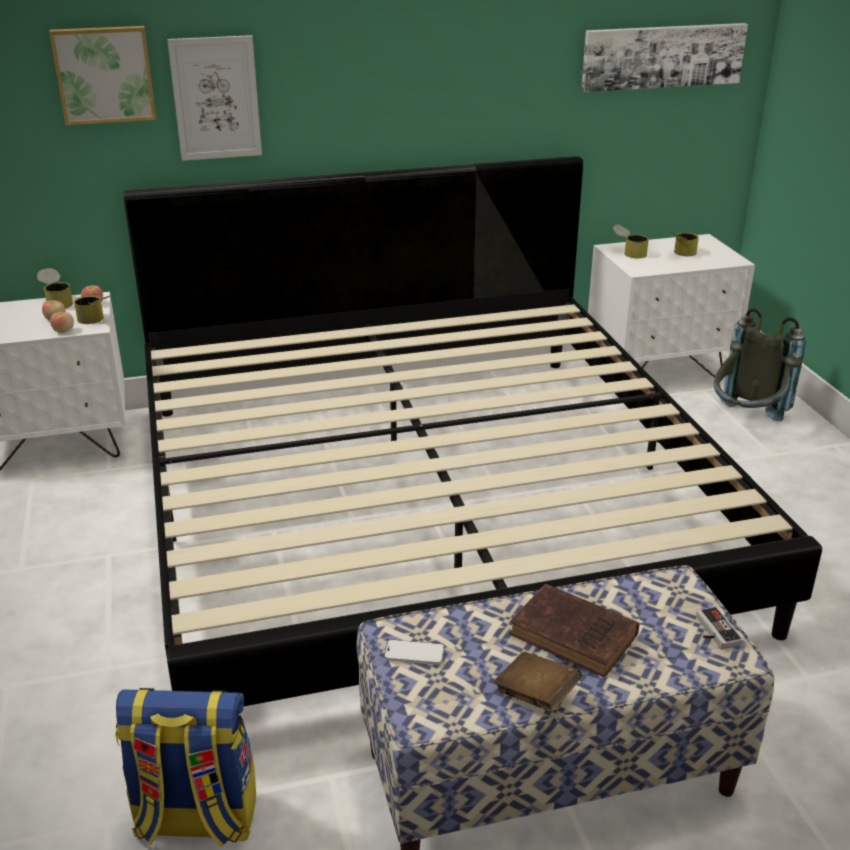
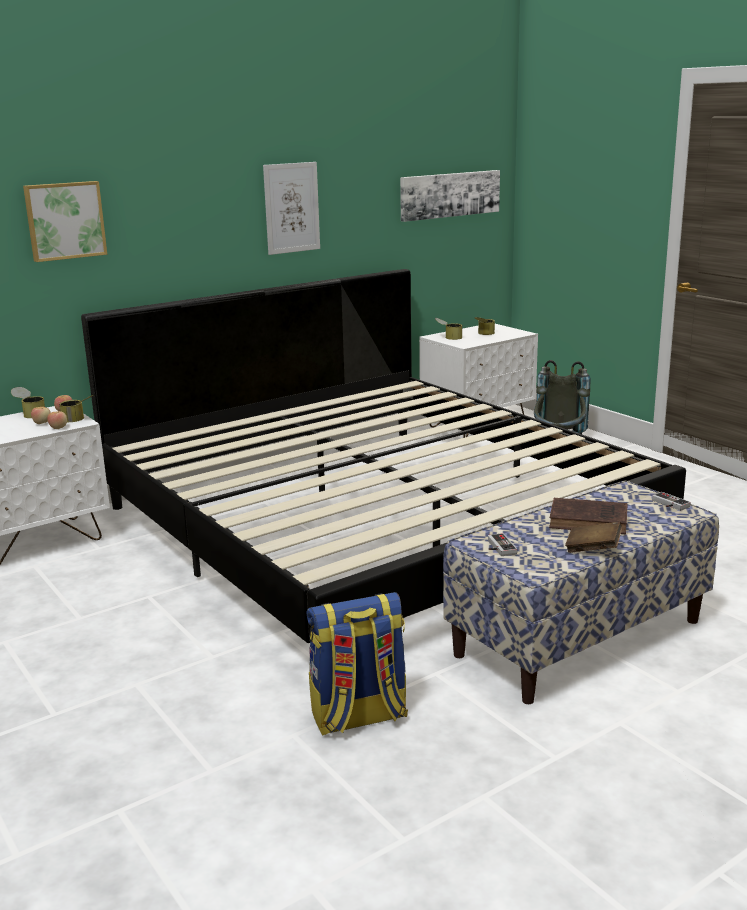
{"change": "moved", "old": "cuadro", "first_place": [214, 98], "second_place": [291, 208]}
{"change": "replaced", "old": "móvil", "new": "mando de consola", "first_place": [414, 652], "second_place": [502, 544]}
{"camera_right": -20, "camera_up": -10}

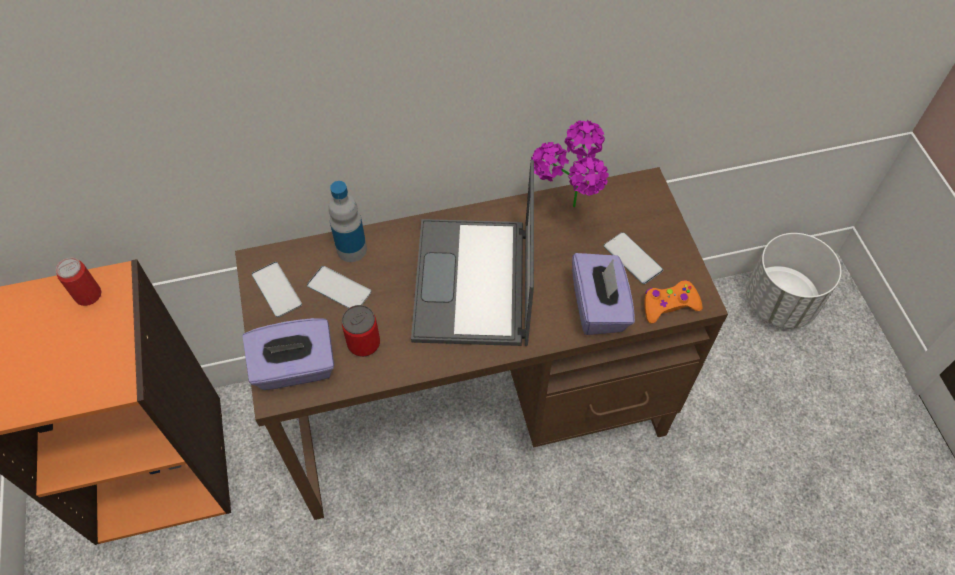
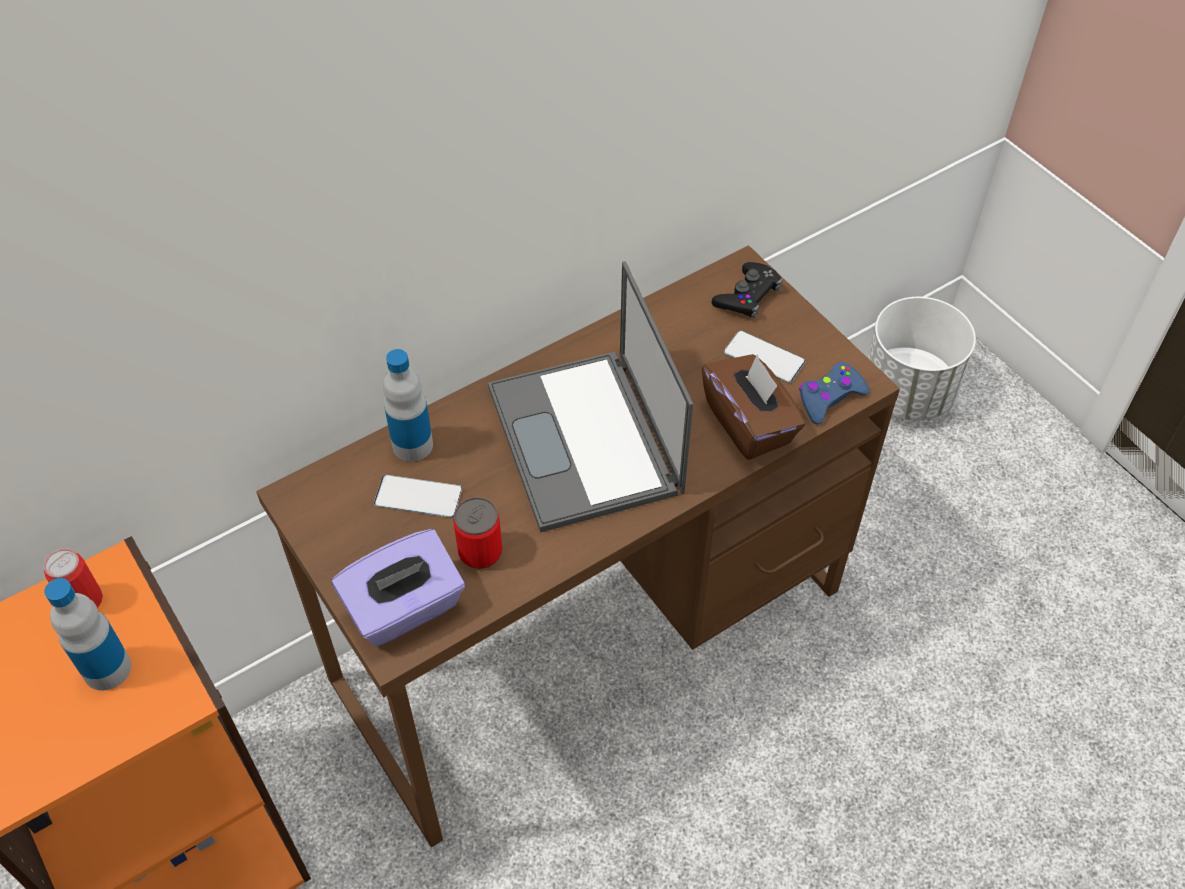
{"change": "removed", "old": "planta en maceta", "first_place": [570, 163]}
{"change": "recoloured", "old": "caja de pañuelos/morado", "new": "caja de pañuelos/marrón", "first_place": [603, 294], "second_place": [754, 407]}
{"change": "removed", "old": "móvil", "first_place": [277, 289]}
{"change": "recoloured", "old": "mando de consola/naranja", "new": "mando de consola/azul", "first_place": [674, 301], "second_place": [834, 393]}
{"change": "added", "new": "mando de consola/negro", "second_place": [747, 290]}
{"change": "added", "new": "botella", "second_place": [87, 634]}
{"camera_right": -20, "camera_up": -5}

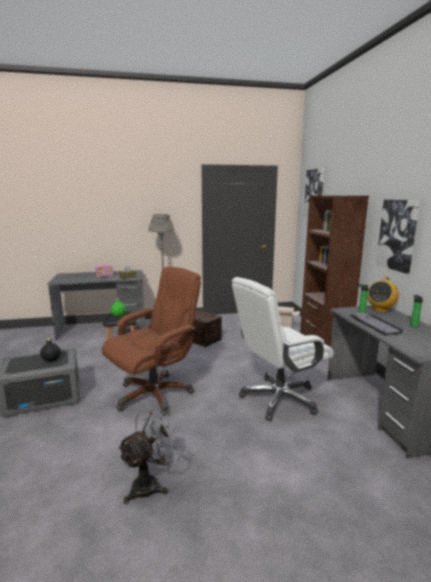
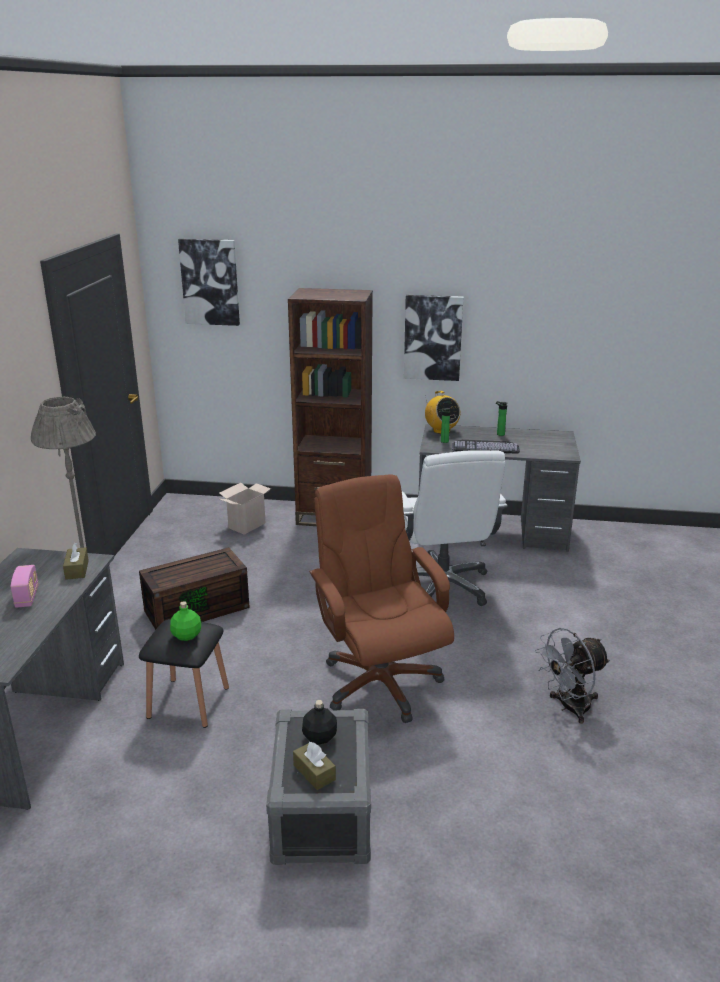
{"change": "turned", "old": "ventilador/gris", "first_place": [150, 454], "second_place": [572, 676], "degrees": -90}
{"change": "added", "new": "caja de pañuelos/marrón", "second_place": [314, 766]}
{"camera_right": -70, "camera_up": 10}

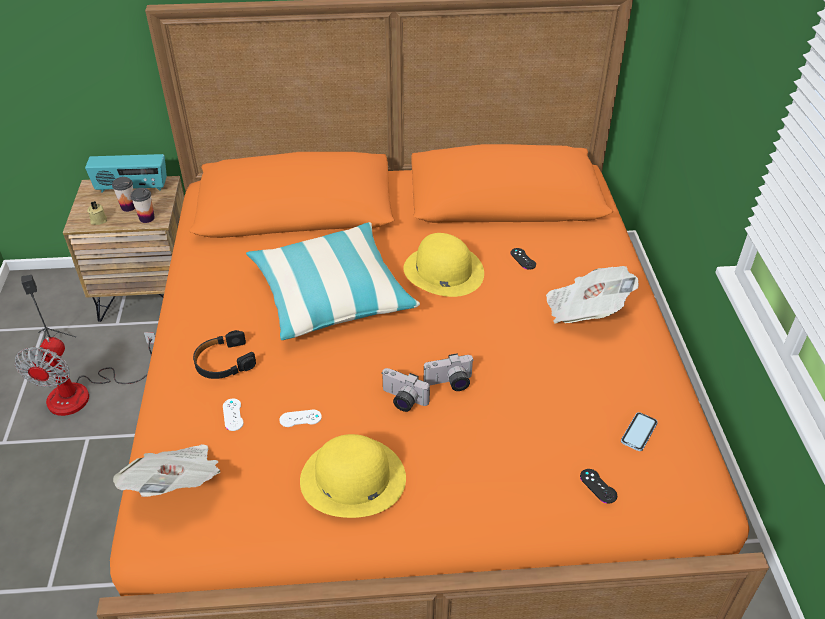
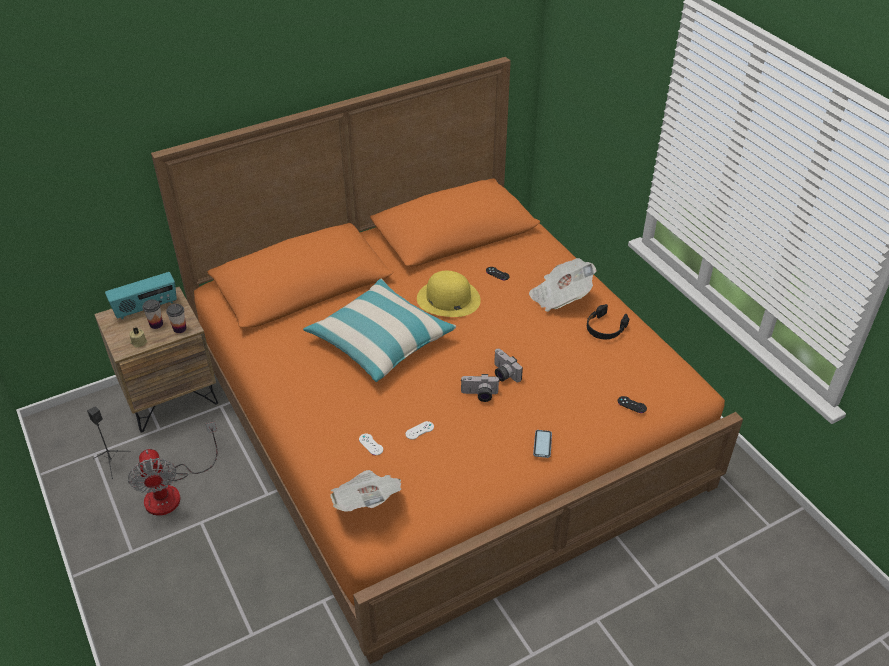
{"change": "moved", "old": "auriculares/negro", "first_place": [224, 354], "second_place": [608, 321]}
{"change": "turned", "old": "cámara", "first_place": [449, 372], "second_place": [508, 365], "degrees": 90}
{"change": "moved", "old": "móvil", "first_place": [639, 431], "second_place": [542, 444]}
{"change": "removed", "old": "sombrero/amarillo", "first_place": [353, 476]}
{"camera_right": -25, "camera_up": 0}

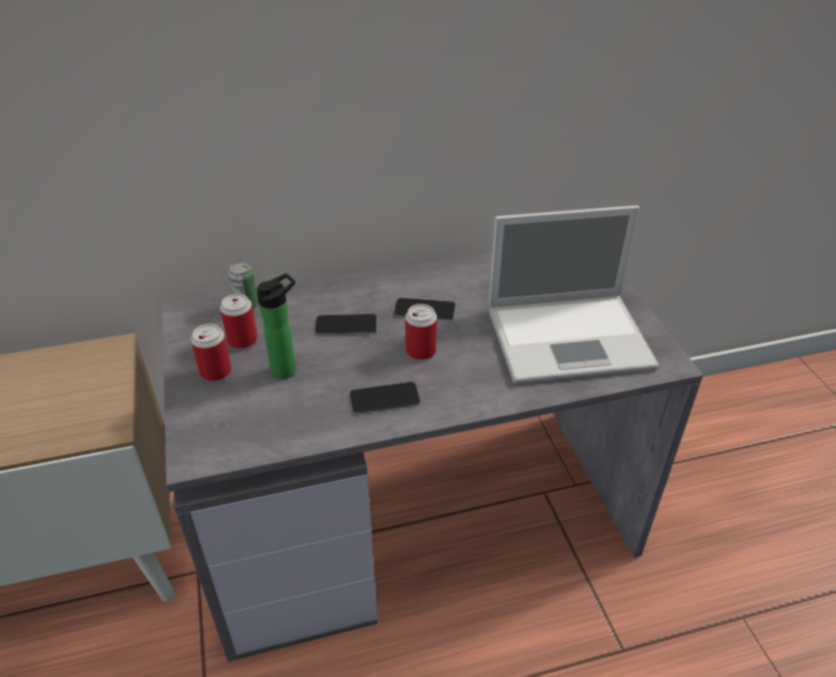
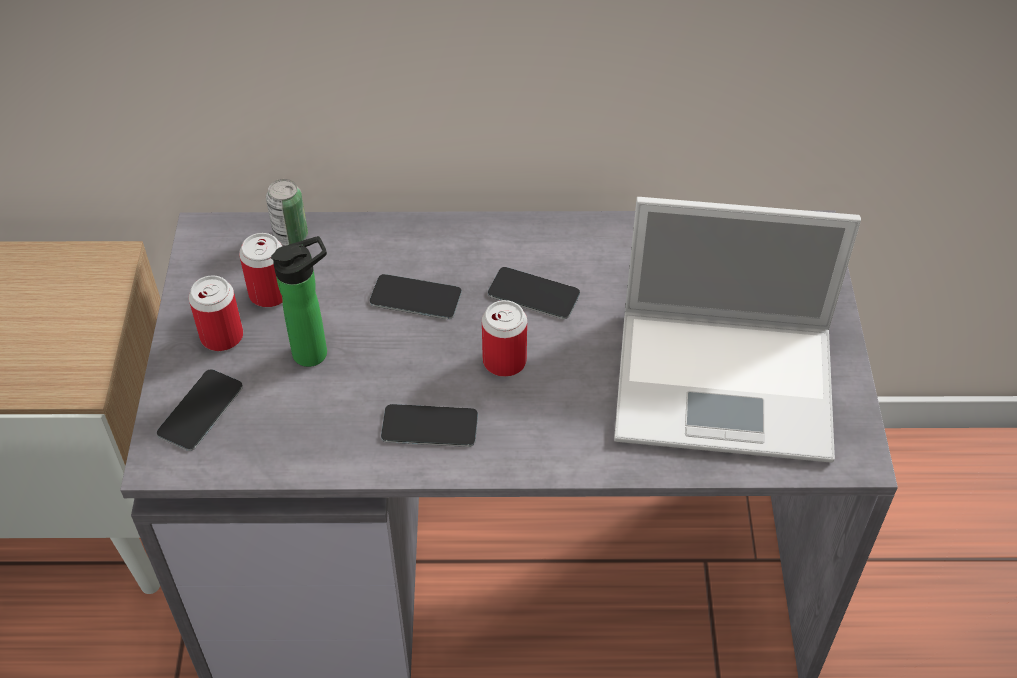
{"change": "added", "new": "móvil", "second_place": [200, 410]}
{"camera_right": 15, "camera_up": 10}

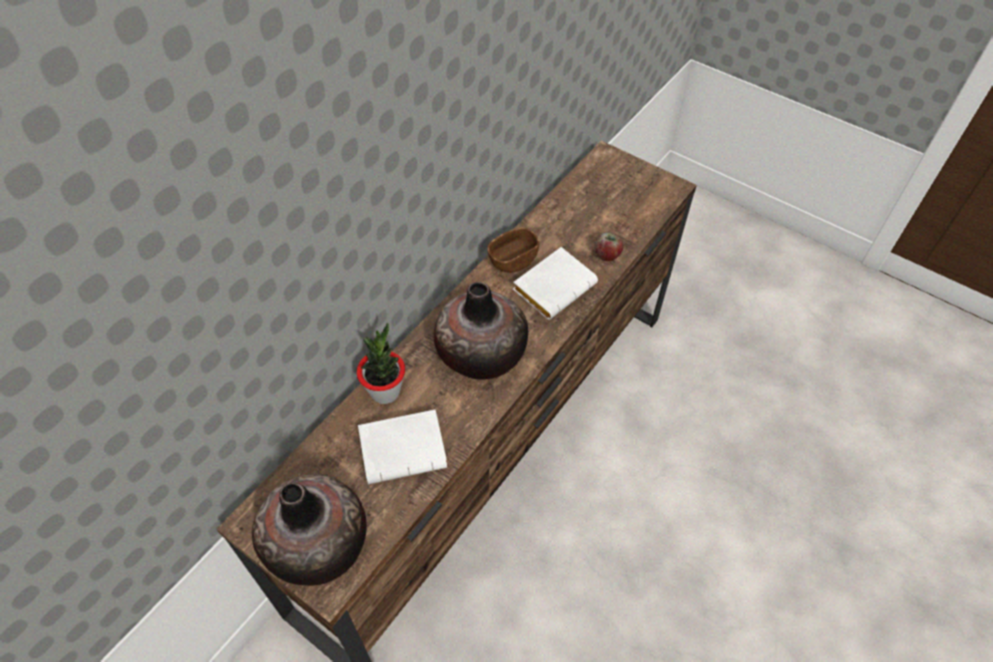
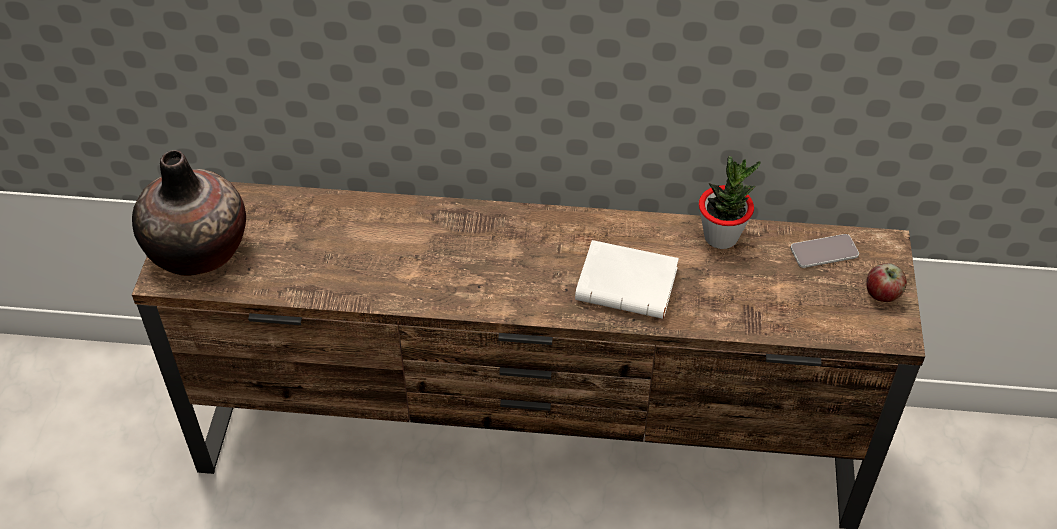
{"change": "removed", "old": "cuenco/marrón", "first_place": [513, 250]}
{"change": "moved", "old": "manzana", "first_place": [609, 246], "second_place": [886, 282]}
{"change": "removed", "old": "florero", "first_place": [481, 331]}
{"change": "moved", "old": "planta en maceta", "first_place": [381, 363], "second_place": [730, 202]}
{"change": "removed", "old": "libro/blanco", "first_place": [403, 446]}
{"change": "added", "new": "móvil", "second_place": [824, 251]}
{"camera_right": 60, "camera_up": -5}

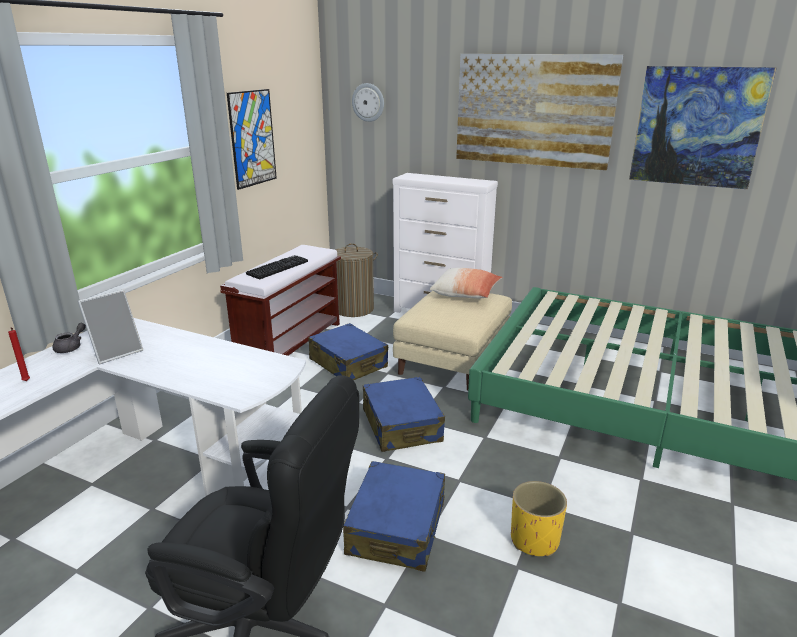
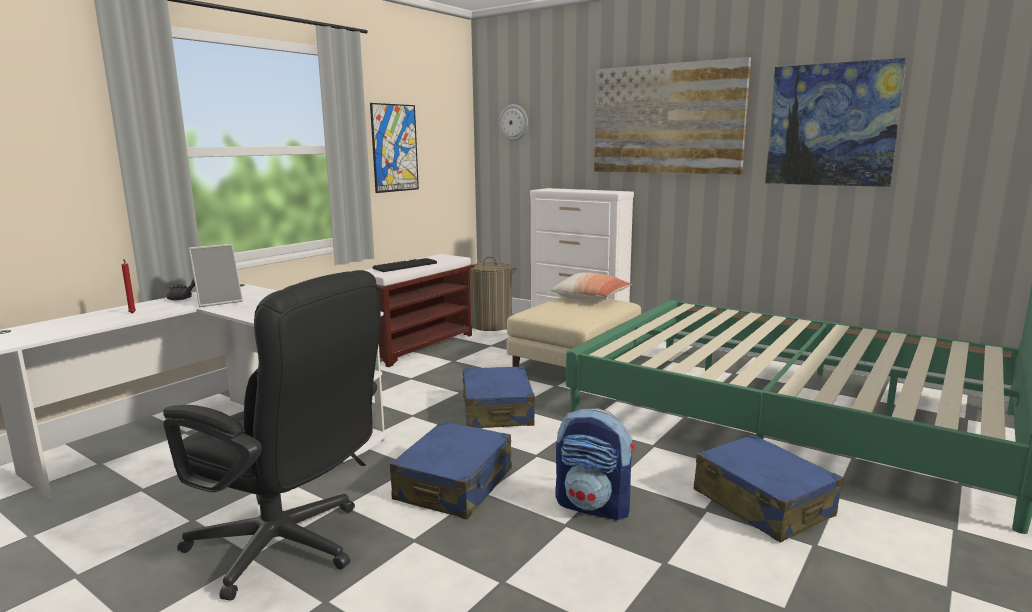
{"change": "moved", "old": "maleta/azul", "first_place": [348, 351], "second_place": [768, 488]}
{"change": "replaced", "old": "maceta/amarillo", "new": "mochila", "first_place": [539, 518], "second_place": [595, 464]}
{"camera_right": 10, "camera_up": -10}

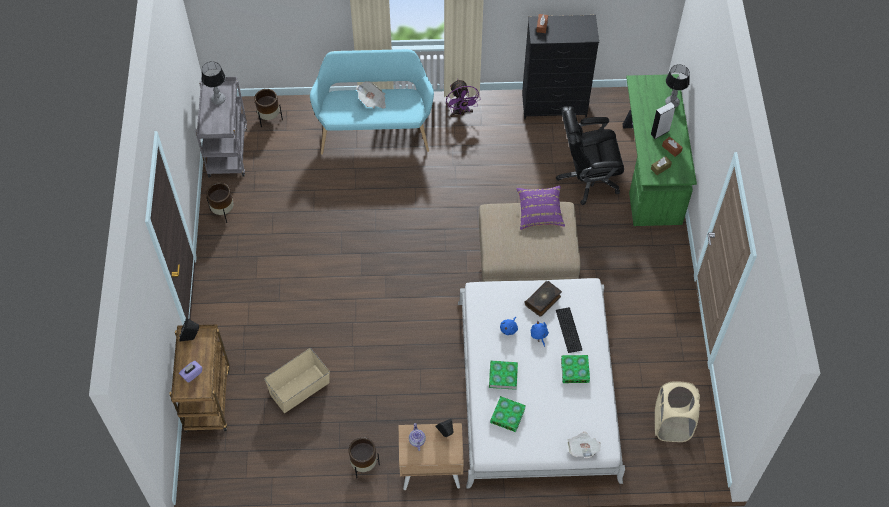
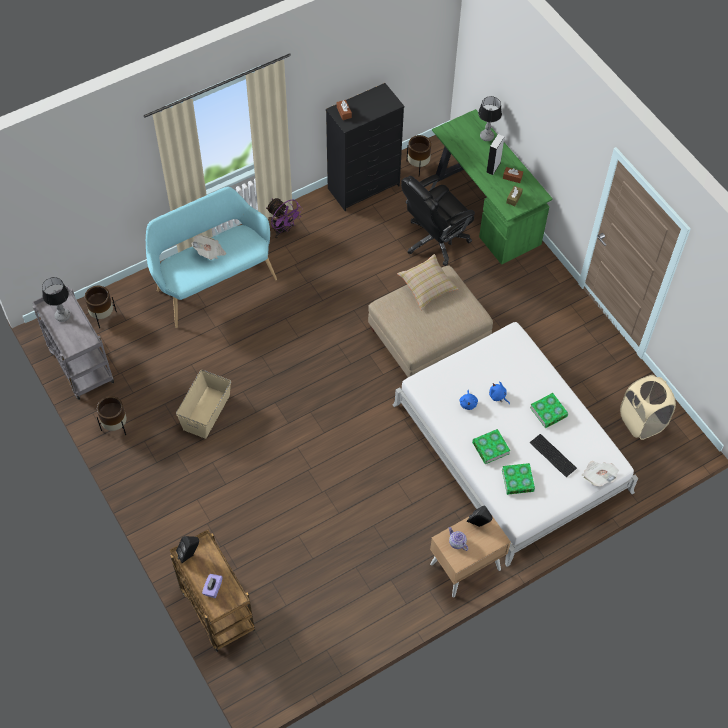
{"change": "recoloured", "old": "cojín/morado", "new": "cojín/beis", "first_place": [540, 208], "second_place": [427, 282]}
{"change": "removed", "old": "libro", "first_place": [543, 299]}
{"change": "moved", "old": "teclado", "first_place": [569, 330], "second_place": [553, 455]}
{"change": "moved", "old": "caja de almacenaje/beis", "first_place": [297, 380], "second_place": [203, 404]}
{"change": "moved", "old": "maceta/marrón", "first_place": [364, 457], "second_place": [419, 156]}
{"camera_right": -30, "camera_up": 0}

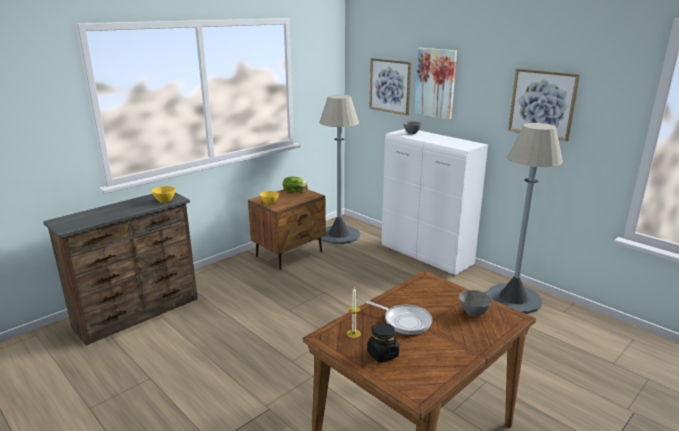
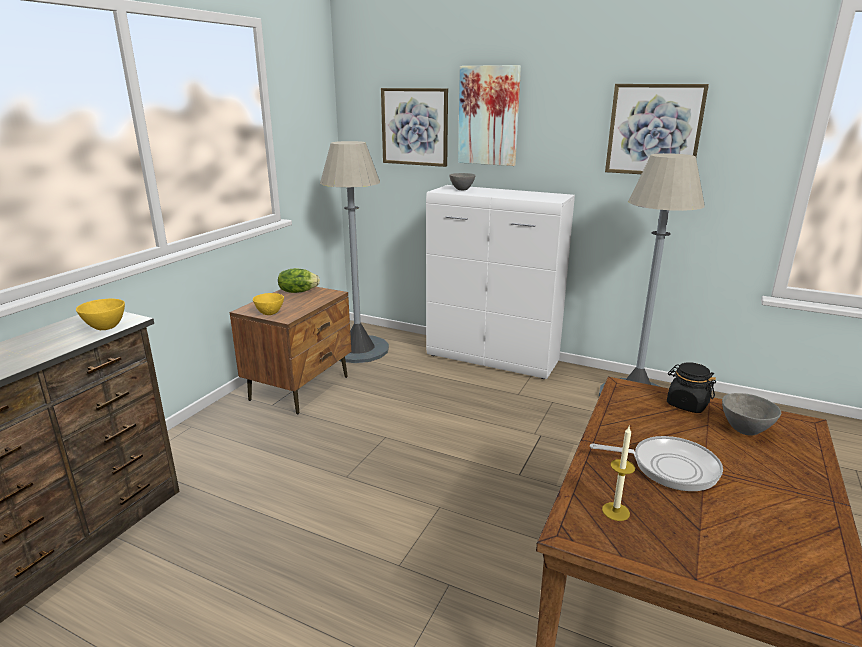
{"change": "moved", "old": "tarro/negro", "first_place": [383, 343], "second_place": [691, 387]}
{"camera_right": -20, "camera_up": 0}

